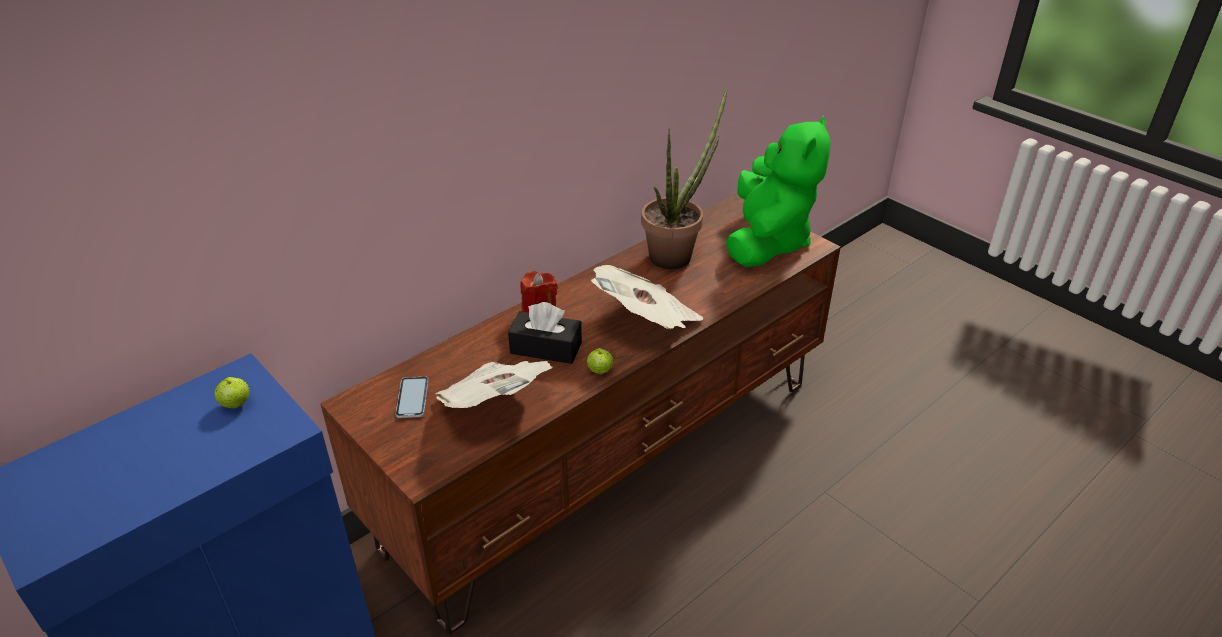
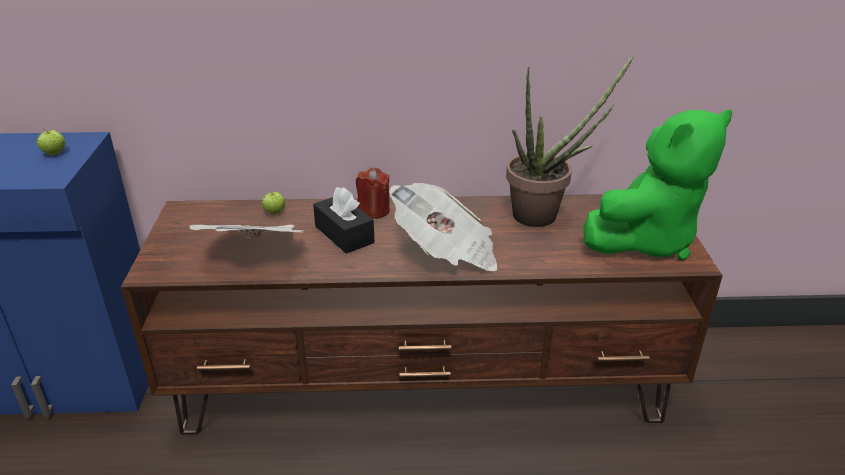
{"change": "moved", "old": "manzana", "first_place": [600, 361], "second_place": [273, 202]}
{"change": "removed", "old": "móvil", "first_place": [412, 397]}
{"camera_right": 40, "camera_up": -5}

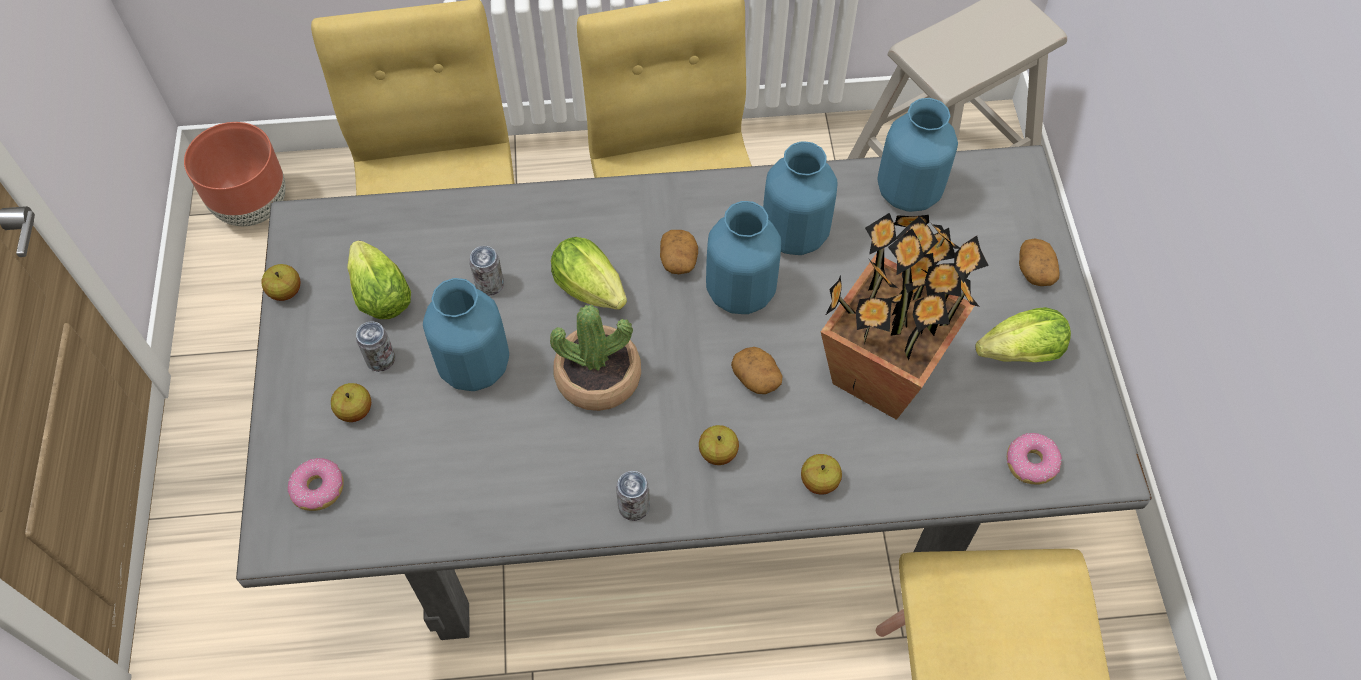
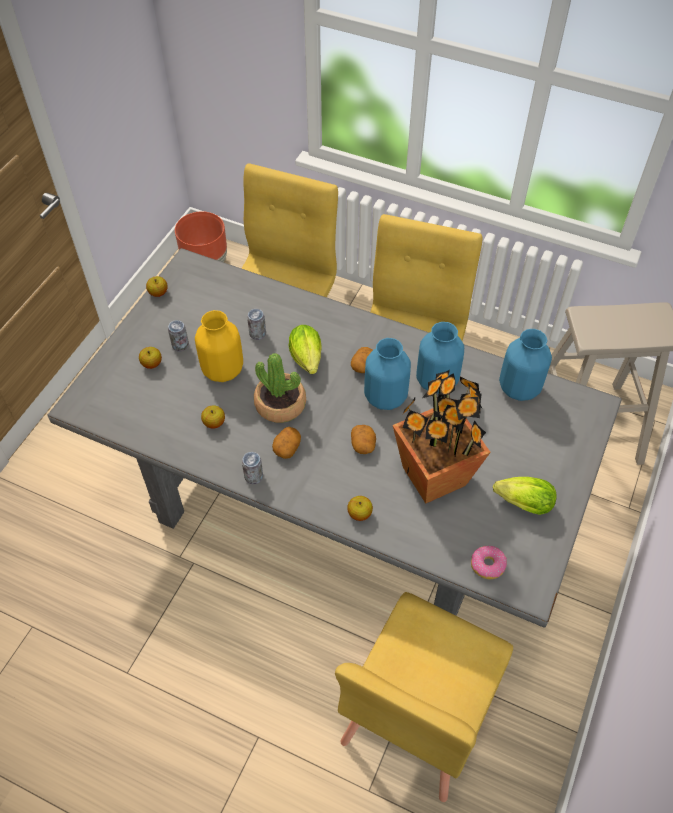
{"change": "moved", "old": "patata", "first_place": [1039, 262], "second_place": [286, 443]}
{"change": "removed", "old": "lechuga", "first_place": [379, 280]}
{"change": "recoloured", "old": "florero/azul", "new": "florero/amarillo", "first_place": [466, 334], "second_place": [219, 346]}
{"change": "moved", "old": "manzana", "first_place": [719, 445], "second_place": [213, 417]}
{"change": "removed", "old": "rosquilla", "first_place": [316, 484]}
{"camera_right": 30, "camera_up": -5}

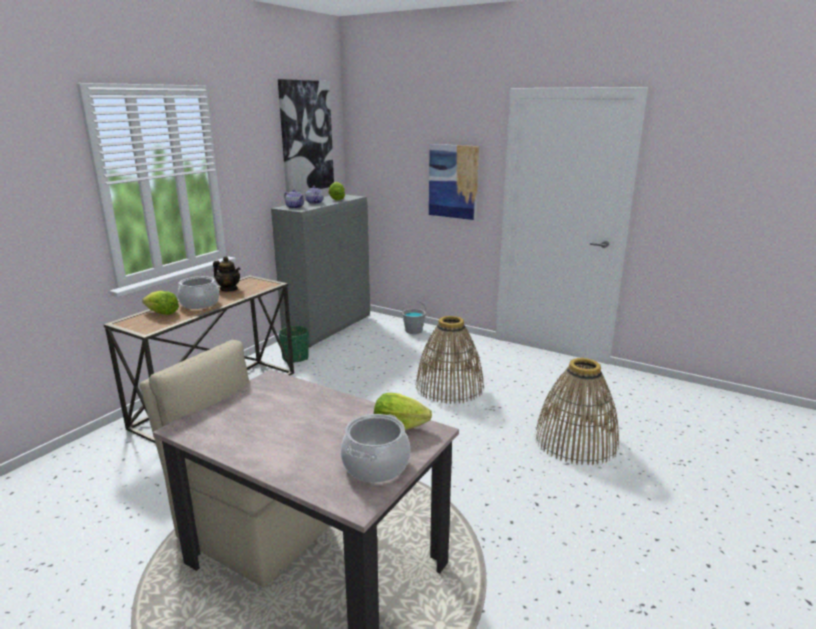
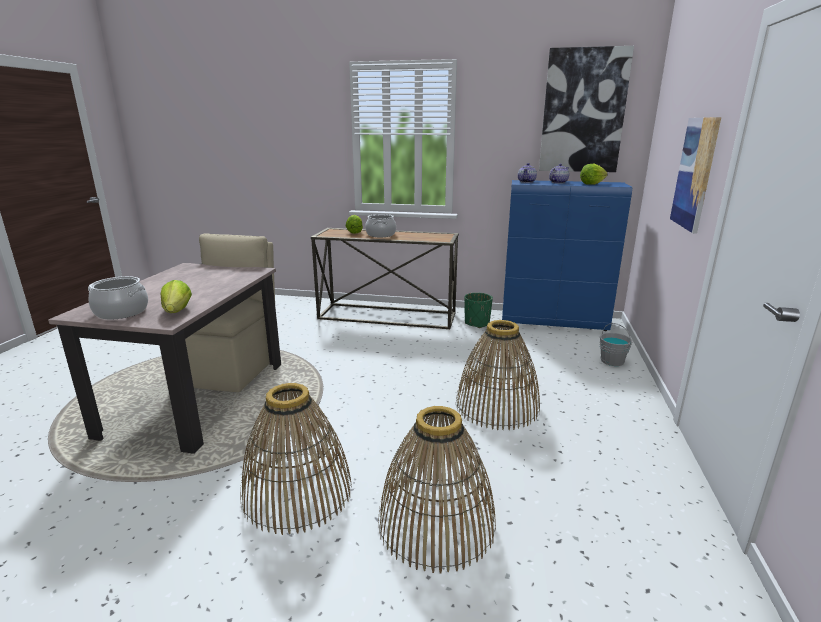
{"change": "recoloured", "old": "armario/gris", "new": "armario/azul", "first_place": [320, 271], "second_place": [567, 255]}
{"change": "removed", "old": "tetera", "first_place": [226, 273]}
{"change": "added", "new": "cesta", "second_place": [296, 459]}
{"camera_right": 70, "camera_up": 0}

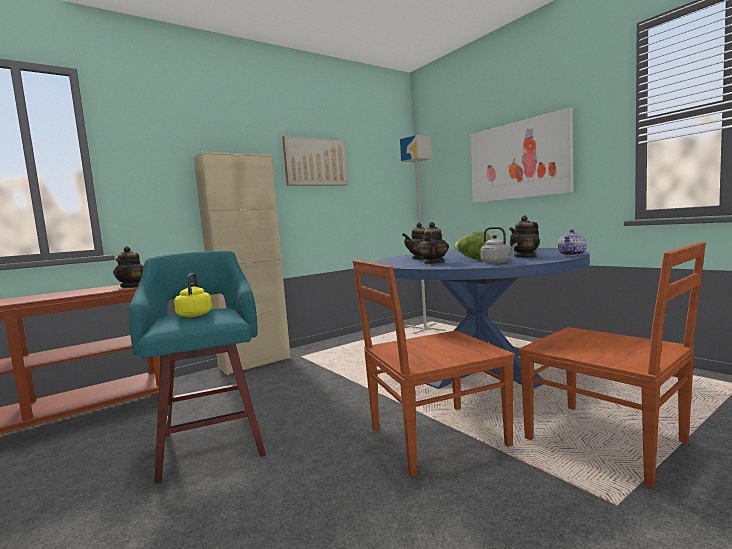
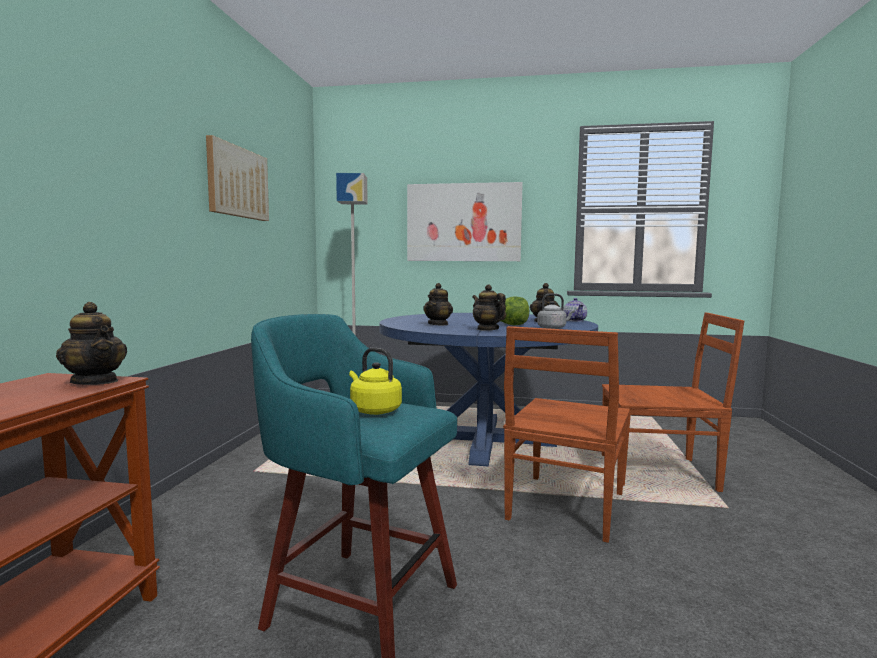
{"change": "removed", "old": "armario/beis", "first_place": [242, 263]}
{"camera_right": -45, "camera_up": 0}

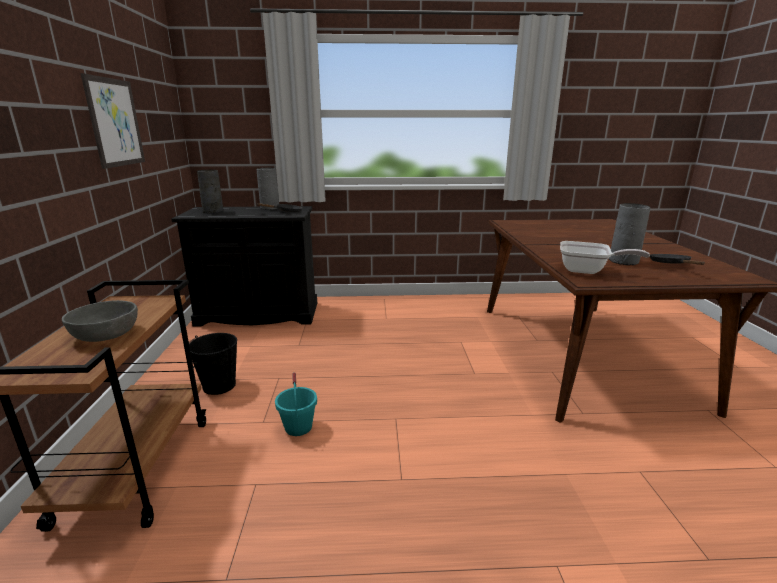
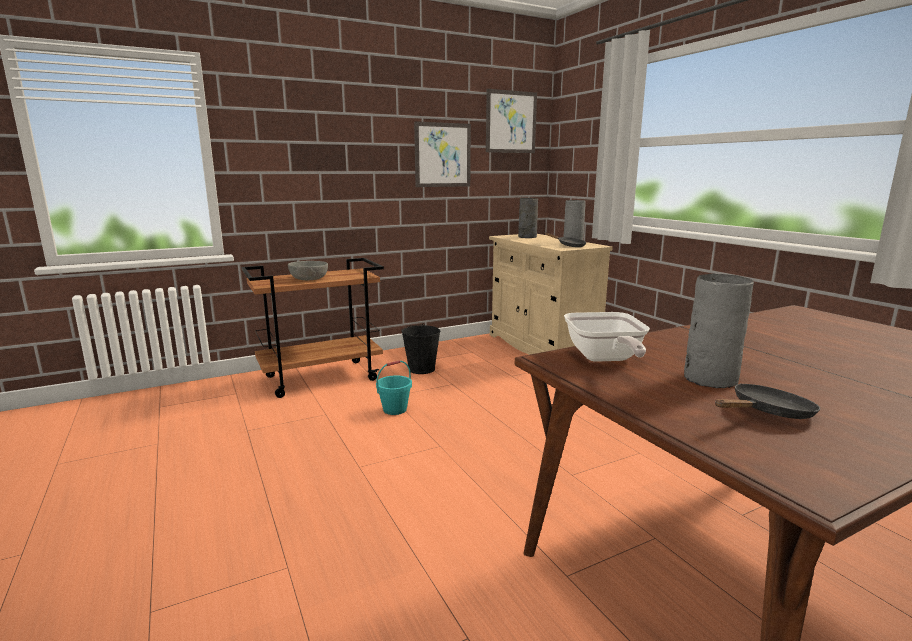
{"change": "recoloured", "old": "armario/negro", "new": "armario/beis", "first_place": [244, 266], "second_place": [551, 294]}
{"change": "added", "new": "cuadro", "second_place": [511, 121]}
{"camera_right": 65, "camera_up": -5}

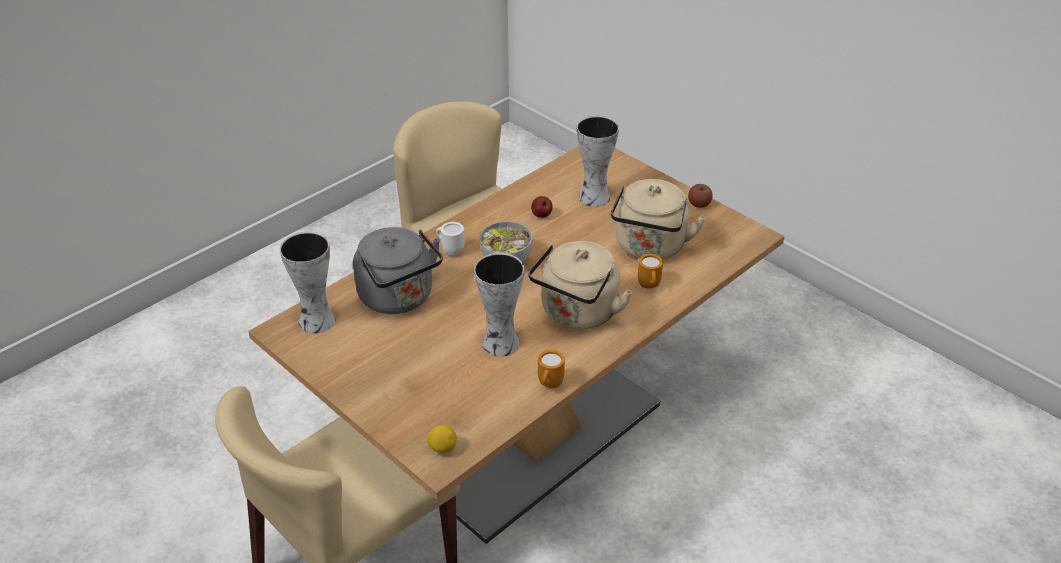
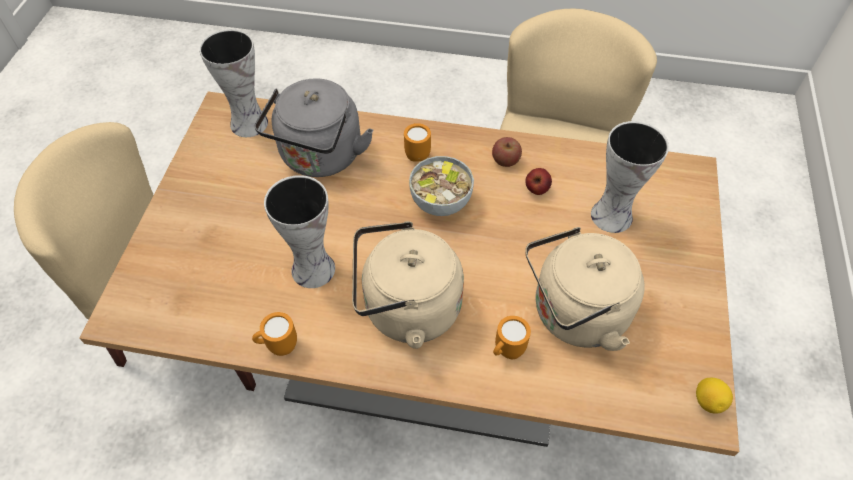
{"change": "moved", "old": "manzana", "first_place": [700, 196], "second_place": [507, 152]}
{"change": "recoloured", "old": "taza grande/blanco", "new": "taza grande/naranja", "first_place": [450, 239], "second_place": [417, 142]}
{"change": "moved", "old": "limón", "first_place": [441, 439], "second_place": [714, 396]}
{"camera_right": 55, "camera_up": 15}

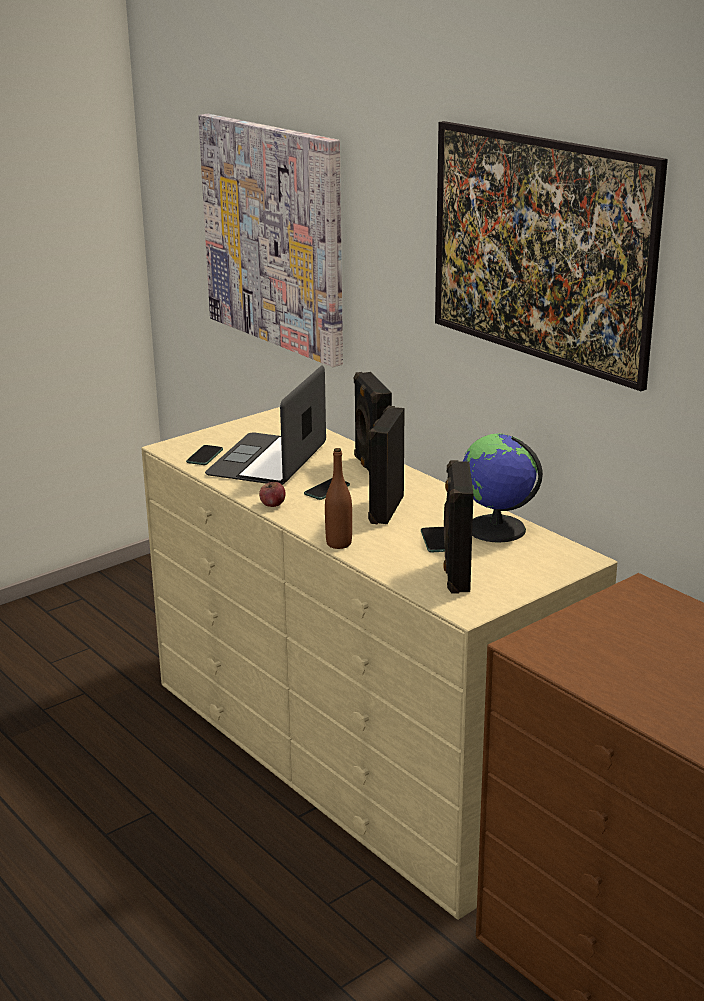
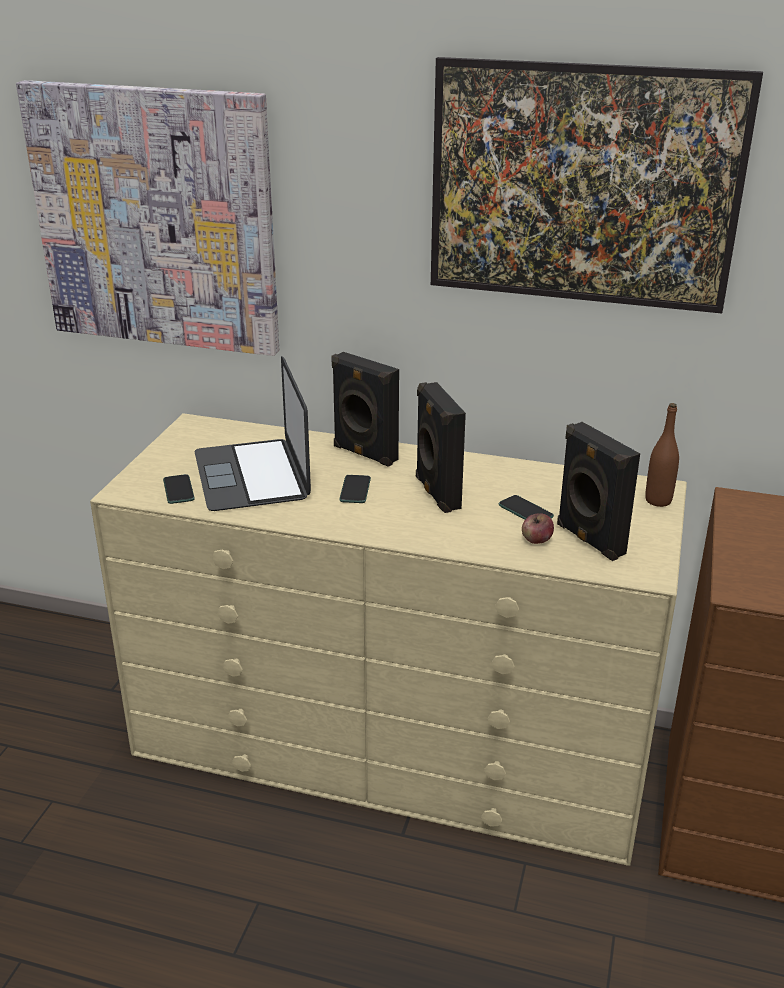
{"change": "removed", "old": "globo terráqueo", "first_place": [503, 488]}
{"change": "moved", "old": "botella/marrón", "first_place": [338, 498], "second_place": [662, 455]}
{"change": "moved", "old": "manzana", "first_place": [272, 494], "second_place": [538, 528]}
{"camera_right": -35, "camera_up": 5}

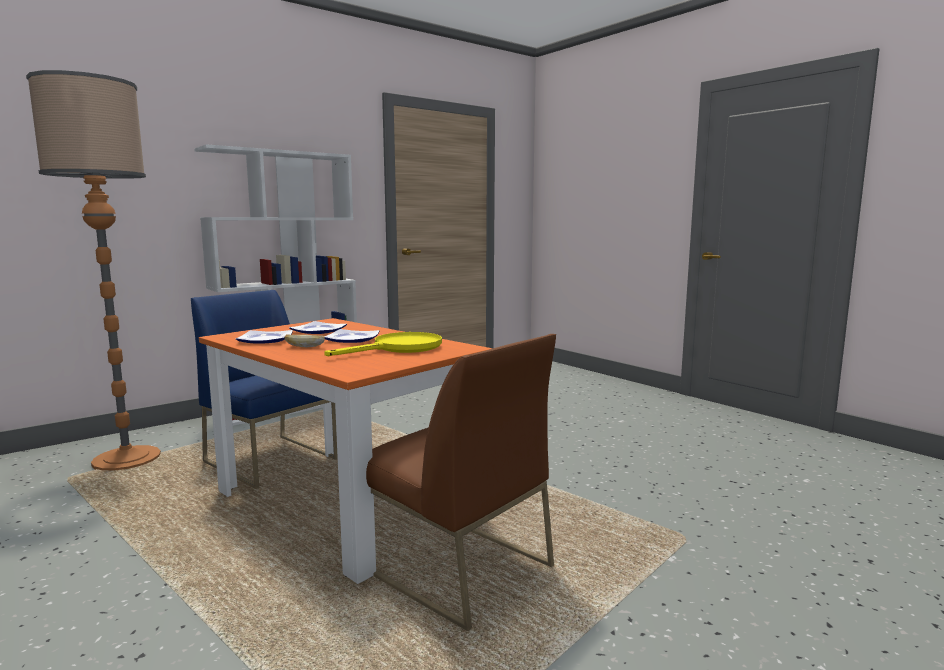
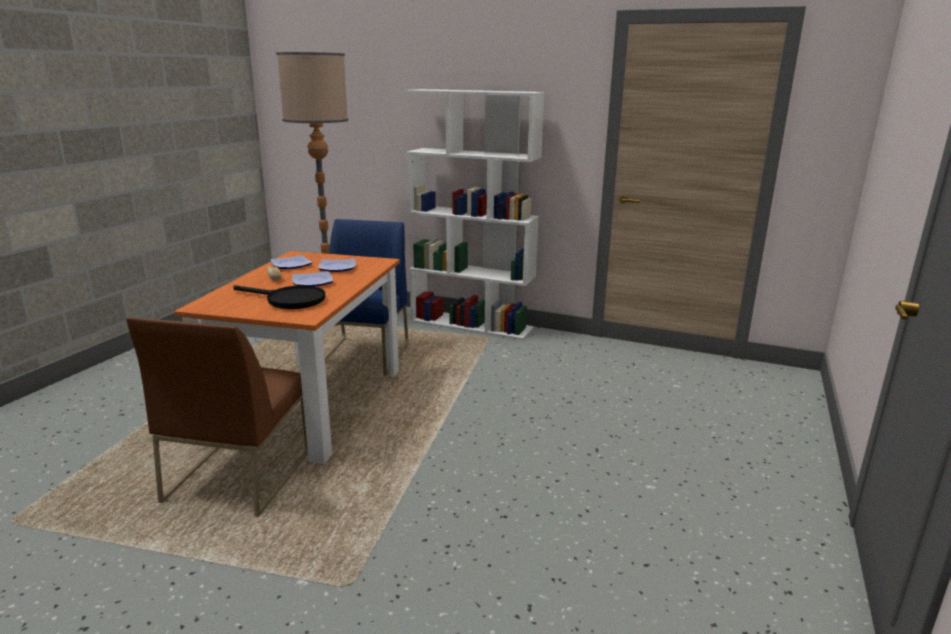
{"change": "recoloured", "old": "sartén/amarillo", "new": "sartén/negro", "first_place": [383, 344], "second_place": [279, 297]}
{"camera_right": 60, "camera_up": 10}

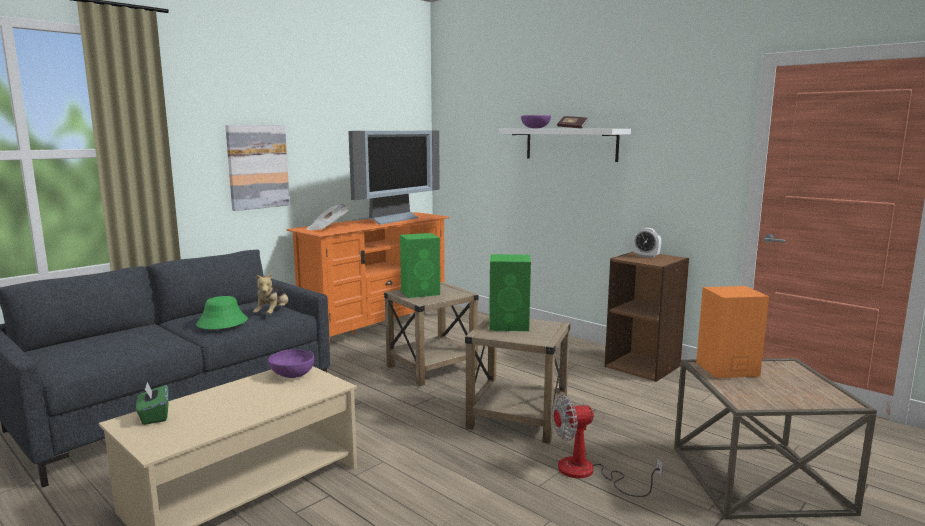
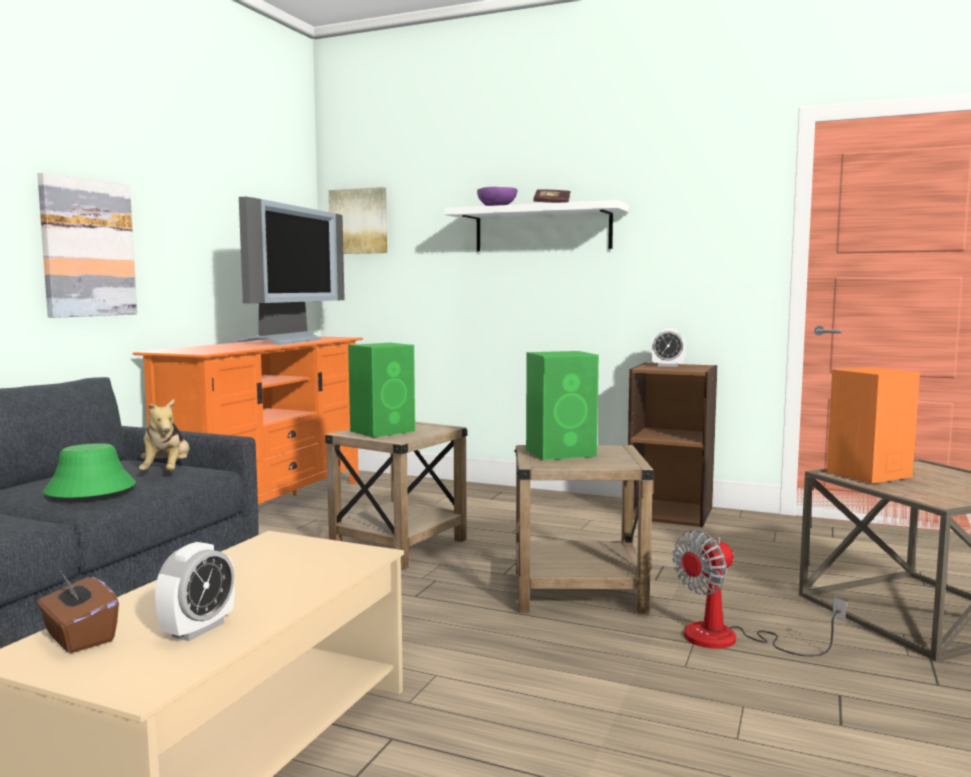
{"change": "removed", "old": "periódico", "first_place": [327, 216]}
{"change": "removed", "old": "cuenco/morado", "first_place": [291, 363]}
{"change": "recoloured", "old": "caja de pañuelos/verde", "new": "caja de pañuelos/marrón", "first_place": [152, 403], "second_place": [78, 612]}
{"change": "added", "new": "cuadro", "second_place": [358, 220]}
{"change": "added", "new": "despertador", "second_place": [195, 591]}
{"camera_right": -20, "camera_up": -5}

